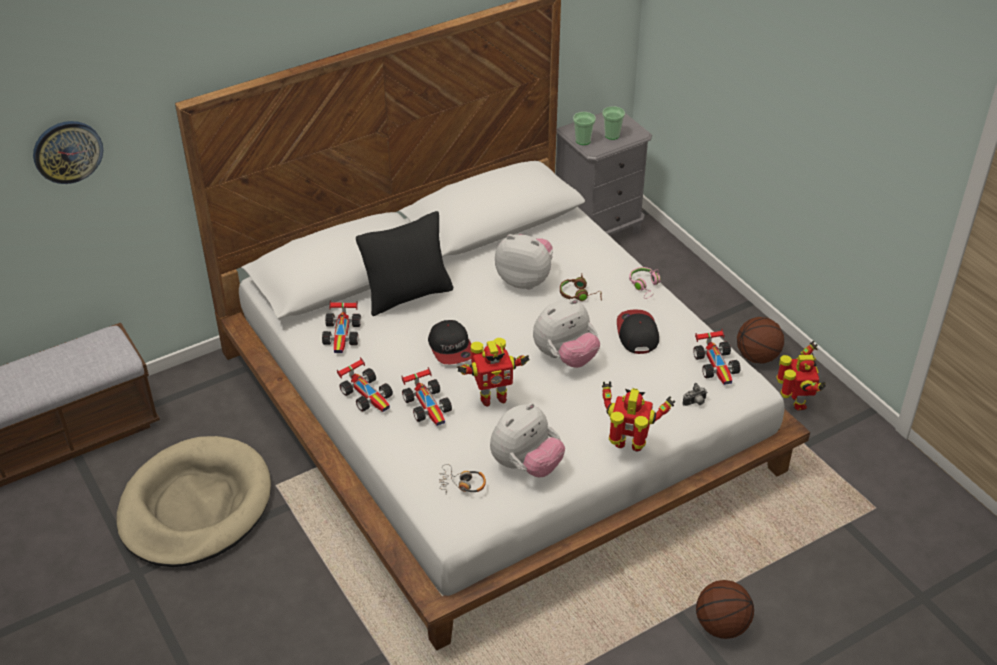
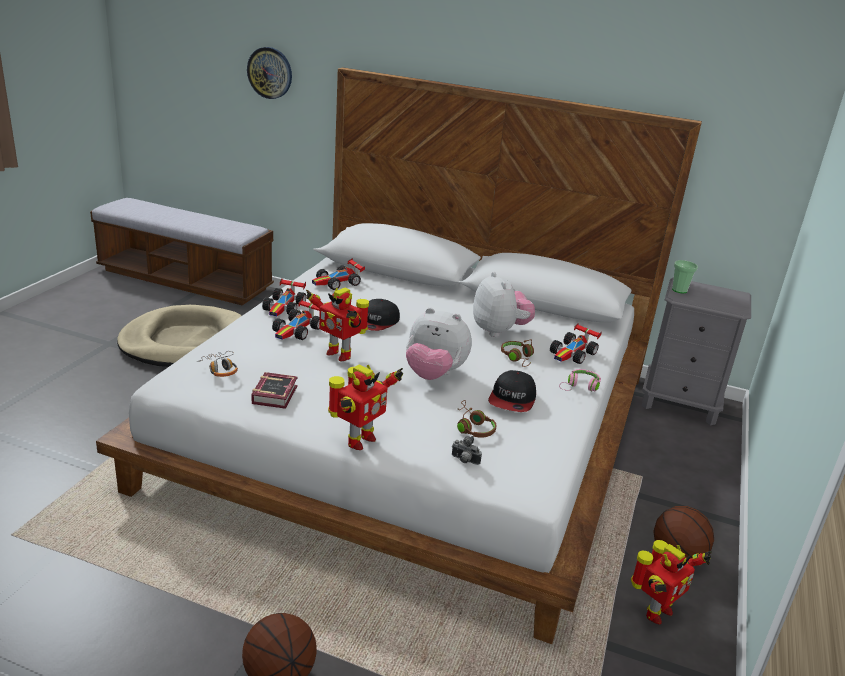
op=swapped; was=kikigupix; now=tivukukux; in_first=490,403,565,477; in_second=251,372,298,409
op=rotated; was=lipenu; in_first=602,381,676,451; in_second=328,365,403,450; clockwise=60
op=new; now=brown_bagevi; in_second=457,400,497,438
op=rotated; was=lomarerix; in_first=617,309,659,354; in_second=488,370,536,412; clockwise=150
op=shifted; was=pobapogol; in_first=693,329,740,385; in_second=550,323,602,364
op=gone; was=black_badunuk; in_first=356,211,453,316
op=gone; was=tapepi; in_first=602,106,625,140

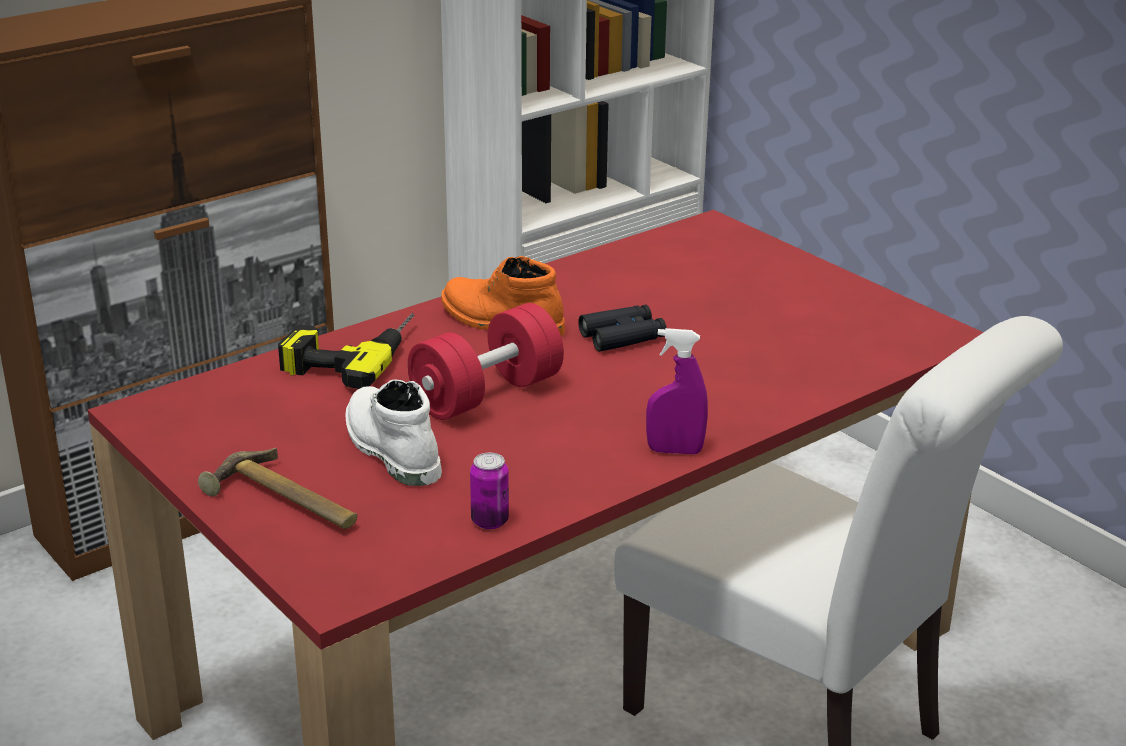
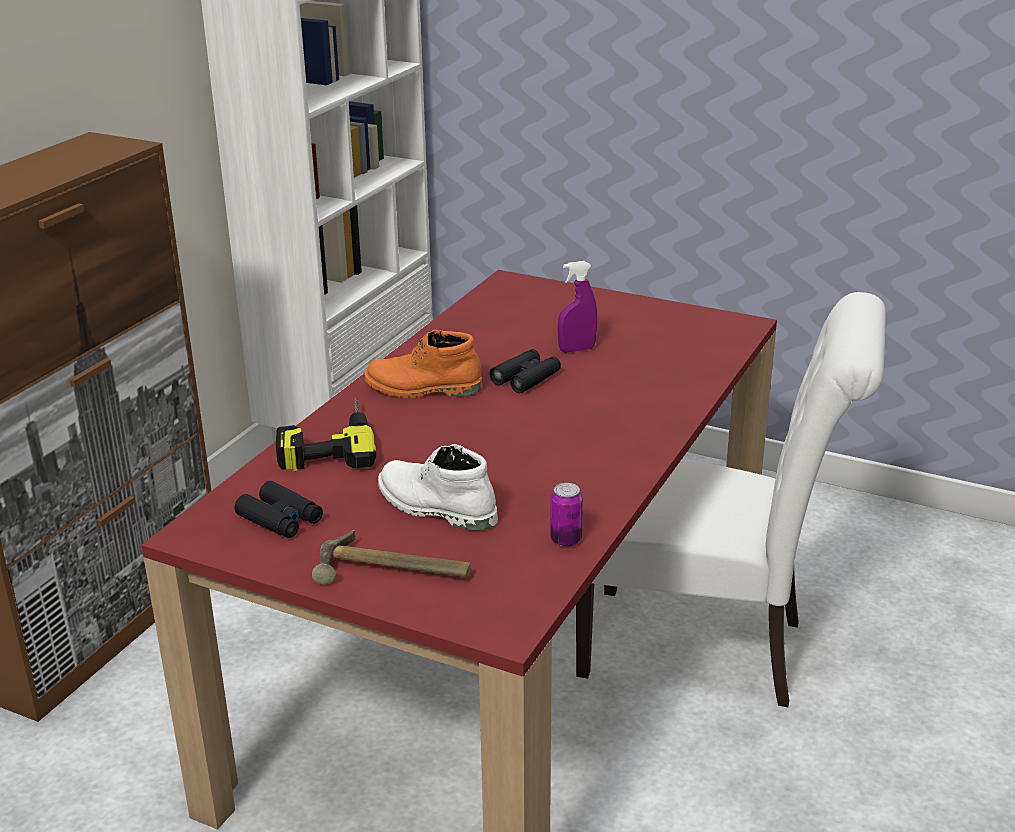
op=new; now=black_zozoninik; in_second=235,481,323,538
op=shifted; was=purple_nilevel; in_first=646,328,708,454; in_second=558,261,597,353
op=gone; was=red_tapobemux; in_first=407,303,564,420

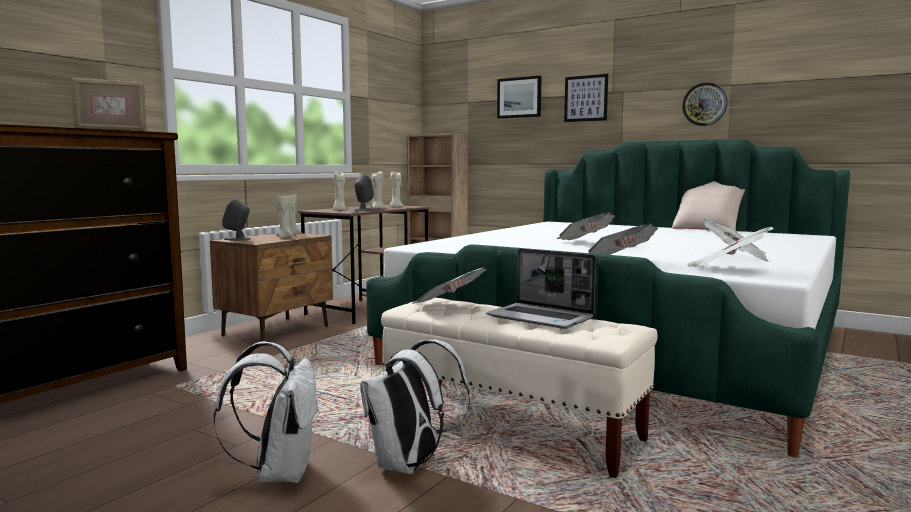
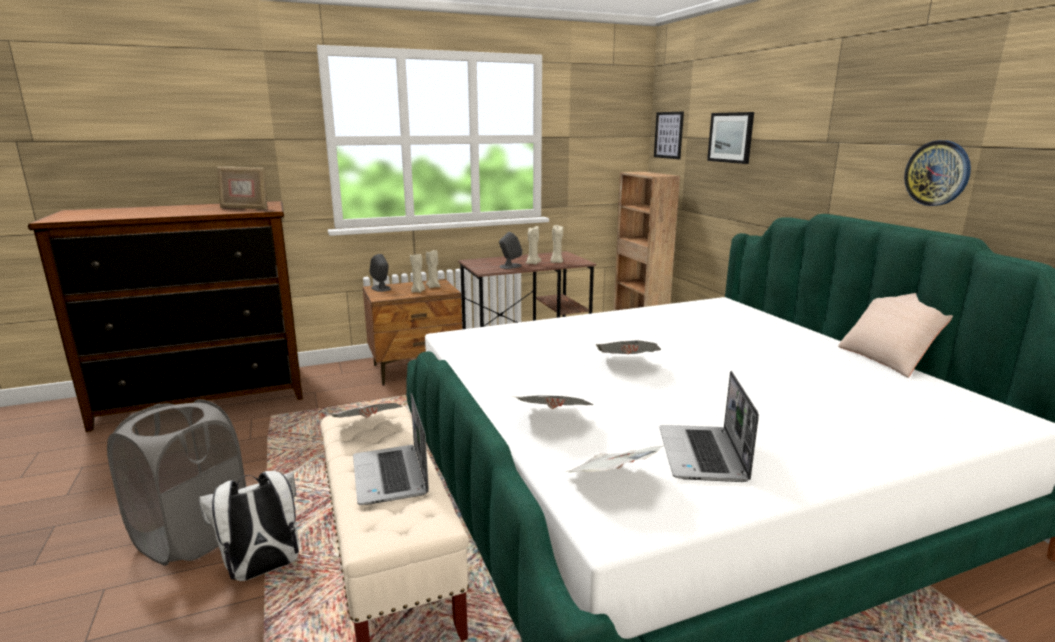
op=swapped; was=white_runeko; now=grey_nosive; in_first=213,341,320,483; in_second=107,399,246,566
op=shifted; was=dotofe; in_first=564,74,608,122; in_second=654,112,684,159
op=swapped; was=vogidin; now=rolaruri; in_first=701,218,769,262; in_second=659,371,759,482
op=gone; was=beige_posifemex; in_first=333,172,347,211

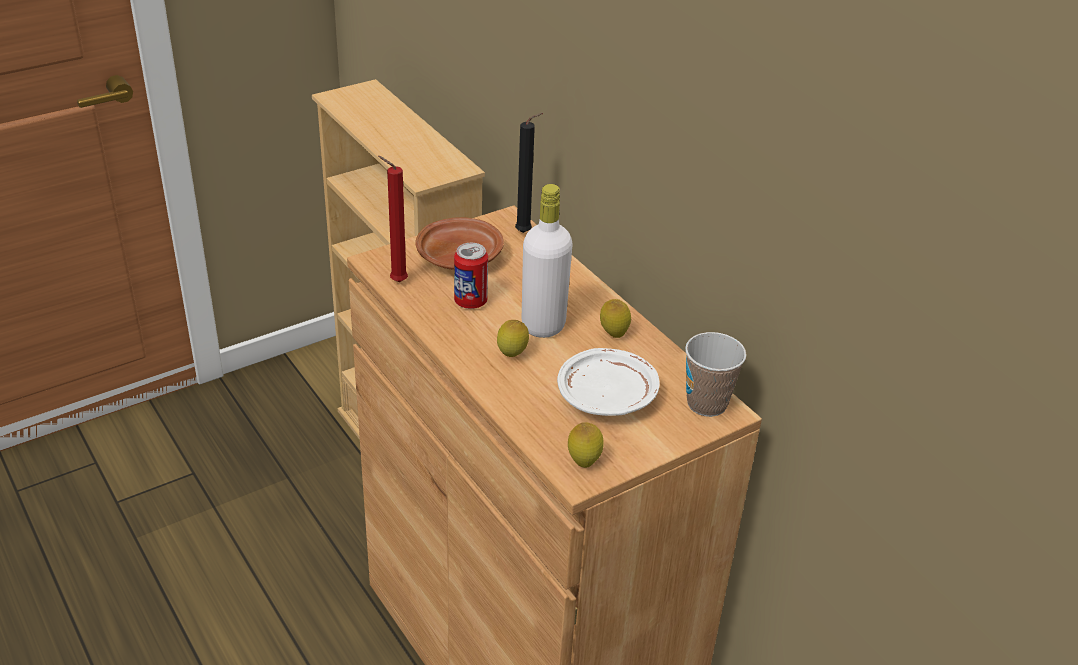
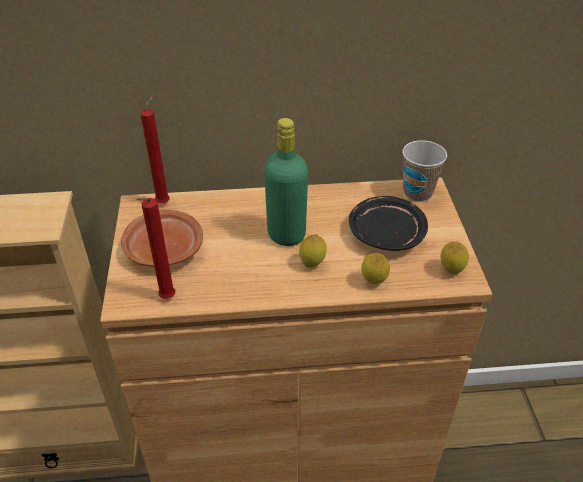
op=repainted; was=black_posifemex; now=red_posifemex; in_first=515,113,543,233; in_second=140,95,170,204
op=repainted; was=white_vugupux; now=green_vugupux; in_first=522,184,573,338; in_second=264,118,308,246
op=repainted; was=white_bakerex; now=black_bakerex; in_first=557,348,660,416; in_second=349,196,428,251
op=shifted; was=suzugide; in_first=600,299,631,338; in_second=361,253,390,284
op=gone; was=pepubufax; in_first=454,243,488,309

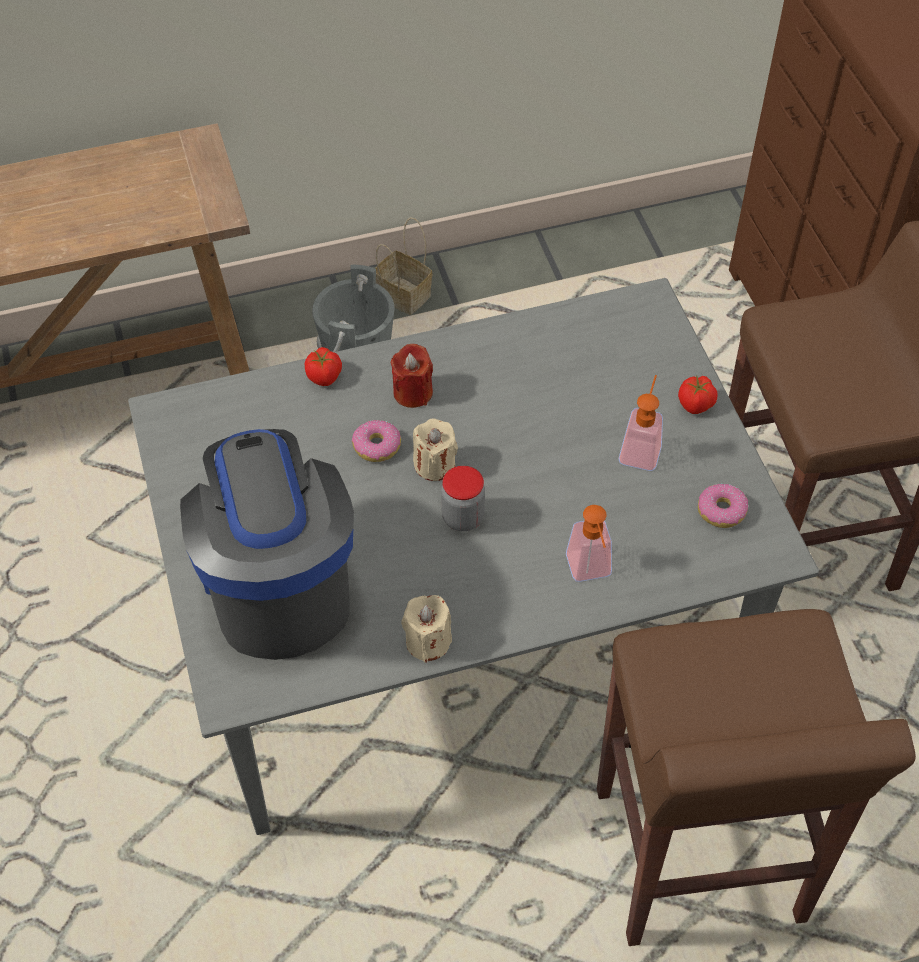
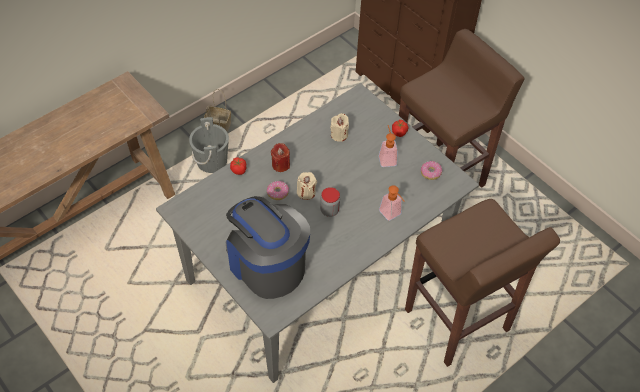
op=shifted; was=beige_posifemex; in_first=401,595,452,663; in_second=330,113,349,142

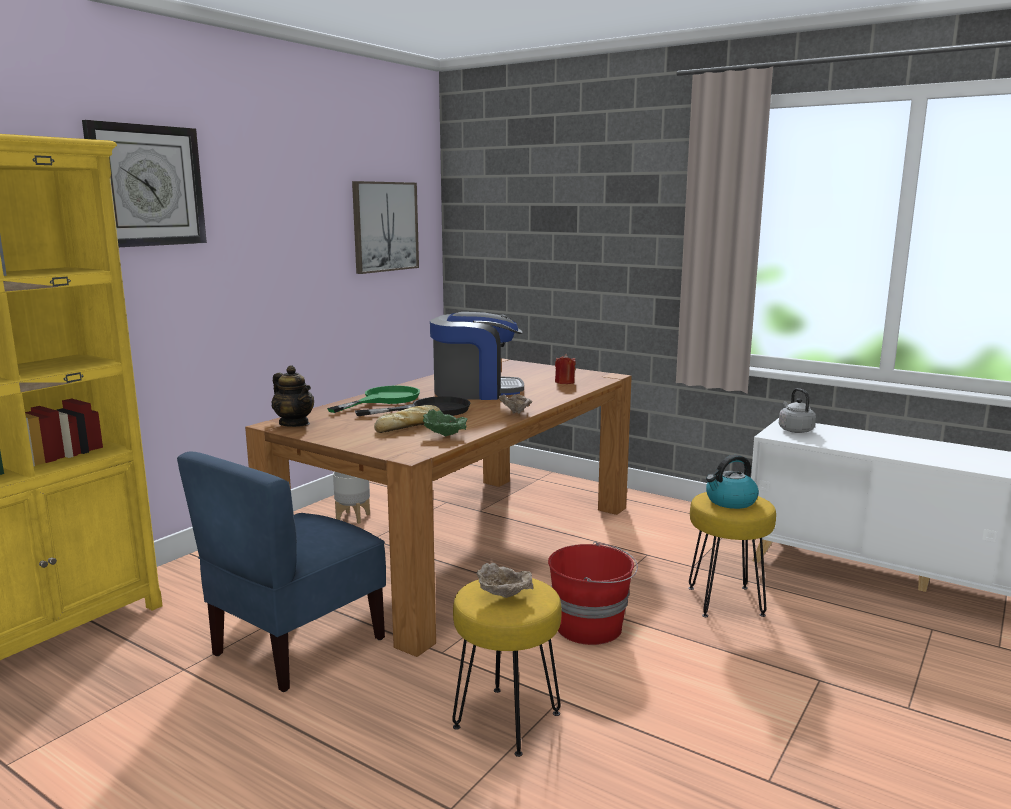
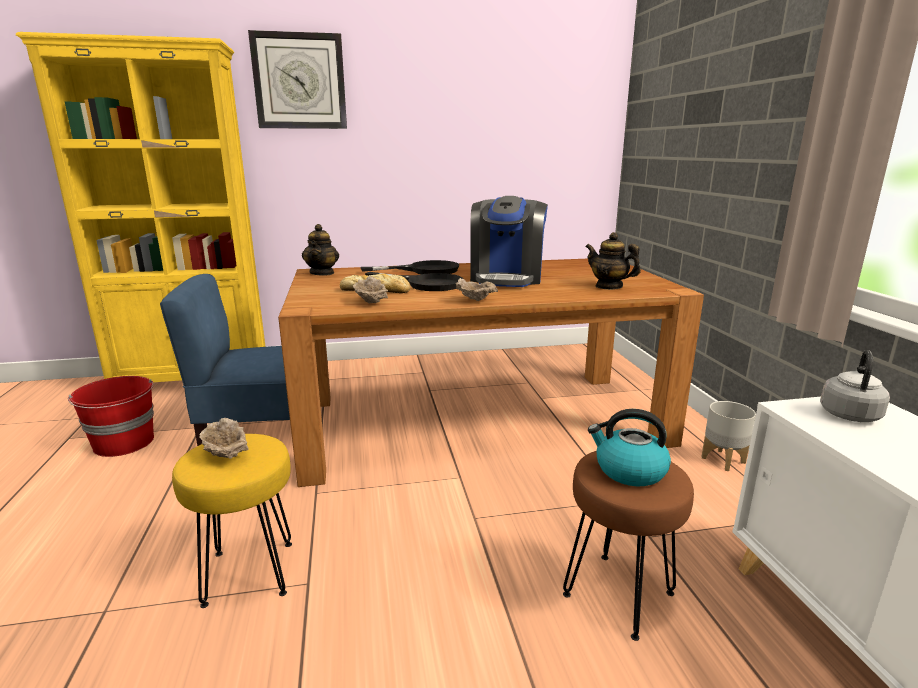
op=shifted; was=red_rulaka; in_first=548,542,638,645; in_second=68,376,154,457
op=repainted; was=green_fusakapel; now=beige_fusakapel; in_first=423,409,468,436; in_second=353,276,388,304
op=repainted; was=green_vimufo; now=black_vimufo; in_first=327,385,420,413; in_second=361,260,459,274
op=rotated; was=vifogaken; in_first=430,312,524,400; in_second=470,196,548,287; clockwise=60
op=repainted; was=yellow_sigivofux; now=brown_sigivofux; in_first=688,492,776,617; in_second=563,451,694,641
op=swapped; was=red_posifemex; now=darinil; in_first=555,354,576,384; in_second=586,232,641,290
op=shifted; was=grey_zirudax; in_first=333,471,370,524; in_second=701,401,756,471
op=gone; was=dotofe; in_first=352,181,419,274

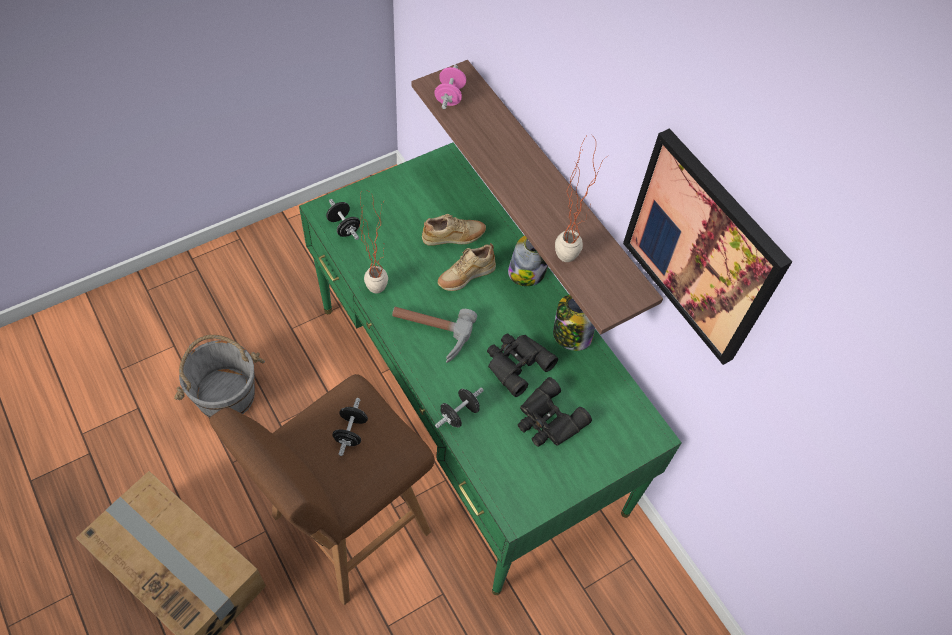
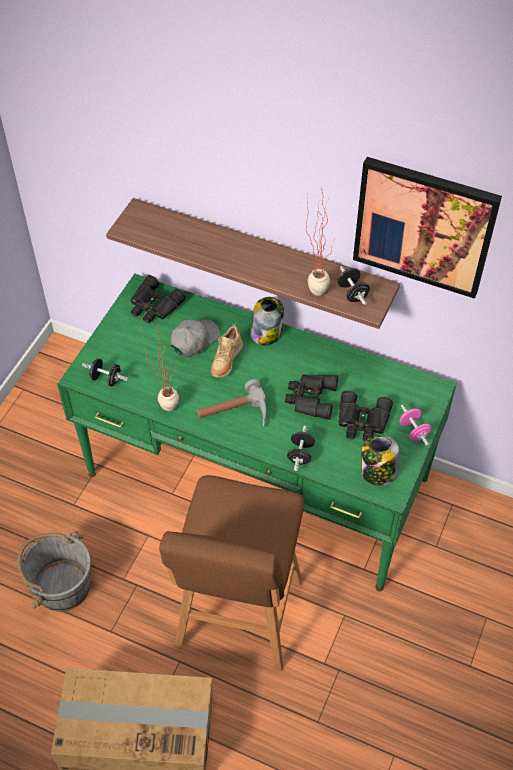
op=new; now=black_zozoninik; in_second=130,275,186,323
op=swapped; was=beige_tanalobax; now=grey_lomarerix; in_first=422,214,486,246; in_second=170,319,220,357
op=shifted; was=black_tapobemux; in_first=332,398,368,456; in_second=337,266,370,305
op=shifted; was=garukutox; in_first=553,295,595,351; in_second=361,435,399,486
op=shifted; was=pink_tapobemux; in_first=435,65,466,109; in_second=399,405,431,446

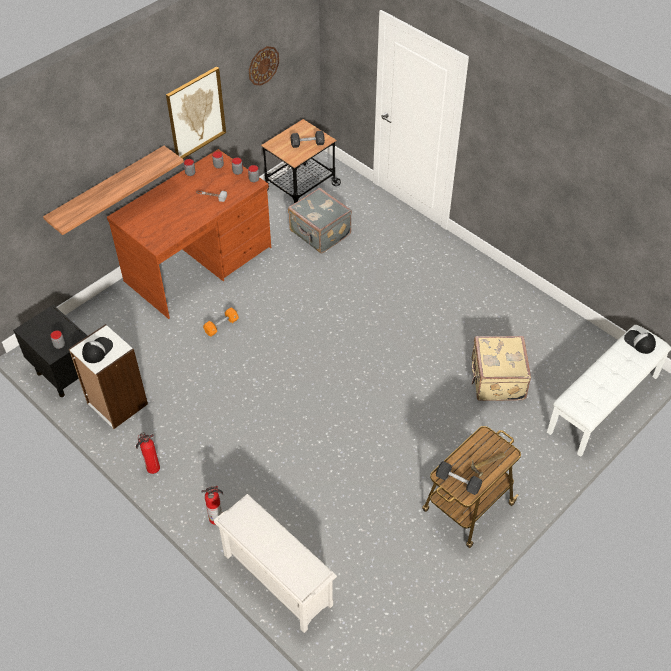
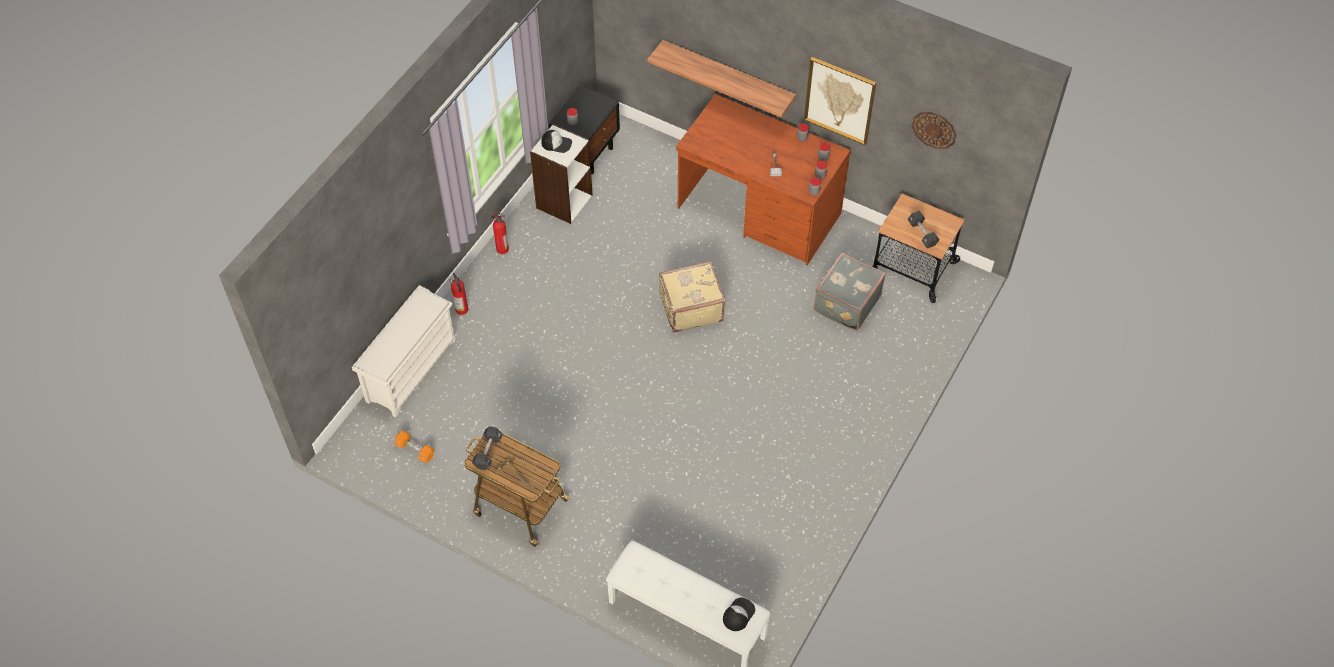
op=shifted; was=orange_tapobemux; in_first=203,308,239,337; in_second=394,431,434,463
op=shifted; was=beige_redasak; in_first=472,336,531,401; in_second=659,261,725,333

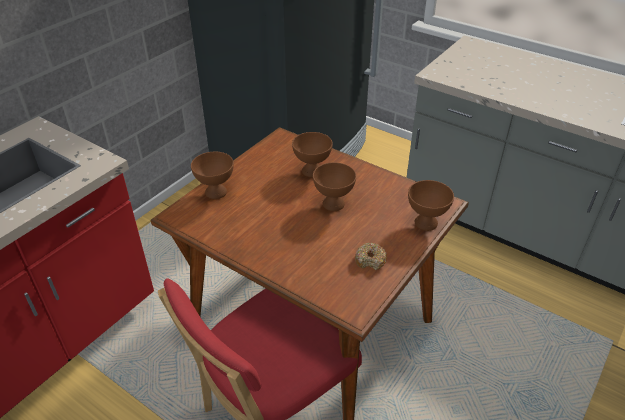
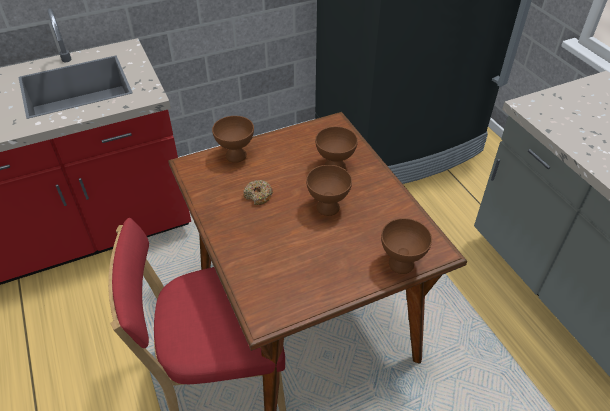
op=shifted; was=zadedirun; in_first=355,243,387,270; in_second=244,180,273,205

